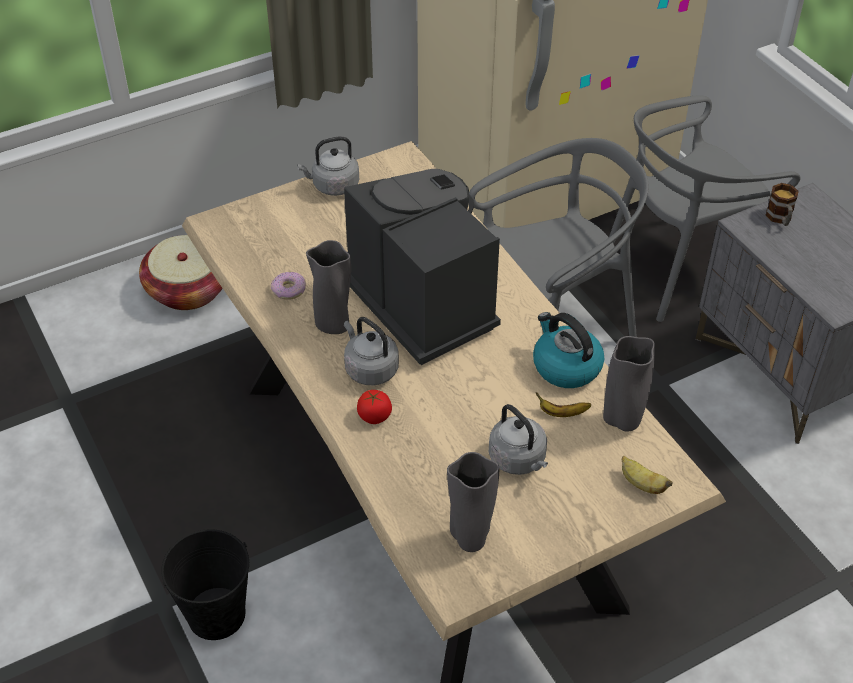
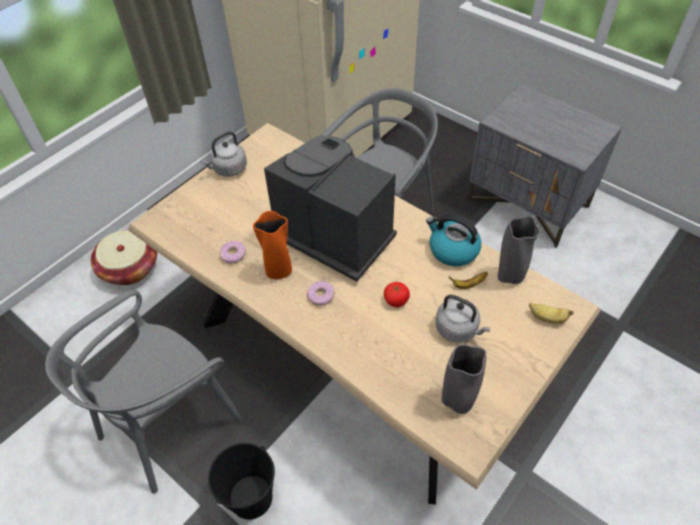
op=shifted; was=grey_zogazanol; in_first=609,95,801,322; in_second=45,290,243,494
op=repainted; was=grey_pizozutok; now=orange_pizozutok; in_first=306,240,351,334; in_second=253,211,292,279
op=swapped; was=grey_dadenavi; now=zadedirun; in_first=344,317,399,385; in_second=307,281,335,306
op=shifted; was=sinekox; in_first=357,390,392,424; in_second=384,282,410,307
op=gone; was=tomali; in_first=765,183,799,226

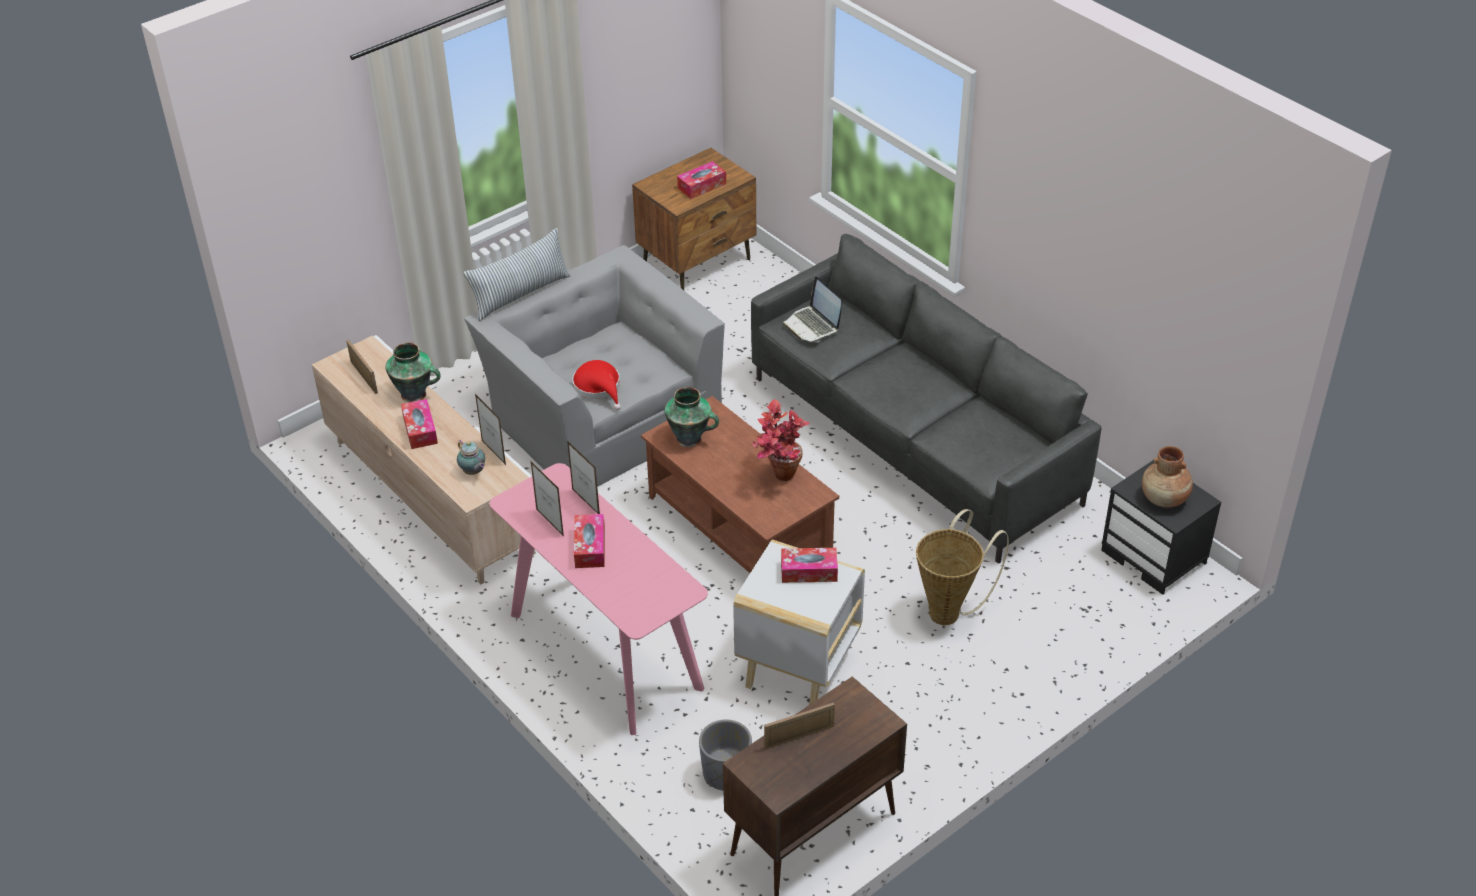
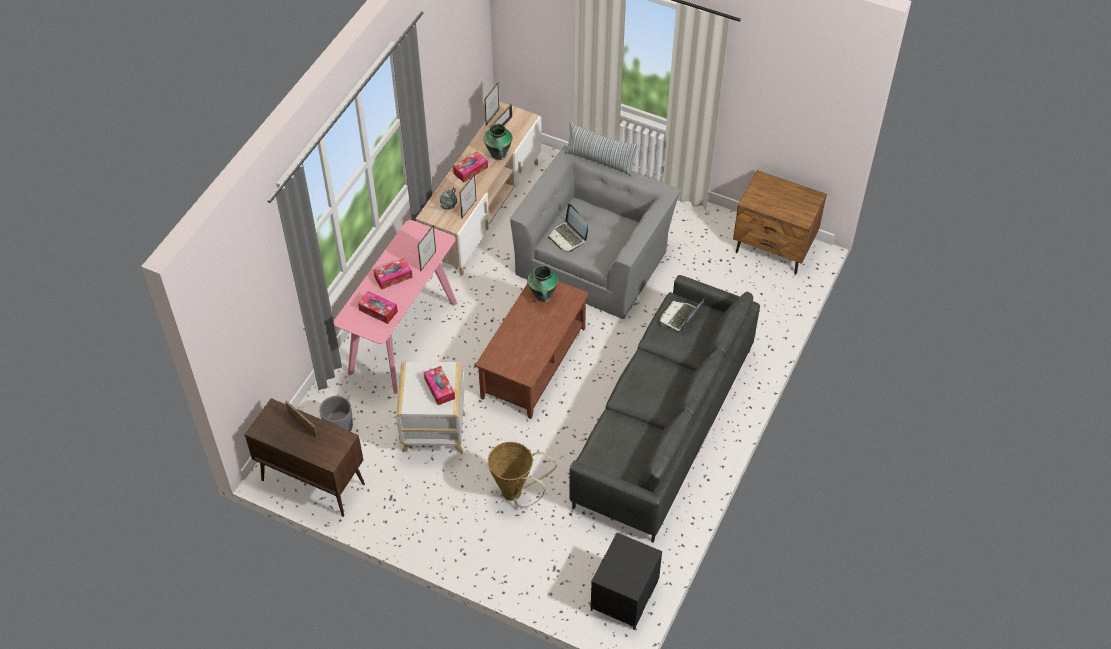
op=shifted; was=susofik; in_first=677,161,726,199; in_second=358,291,398,324
op=shifted; was=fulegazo; in_first=531,462,564,536; in_second=484,83,499,126
op=swapped; was=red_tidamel; now=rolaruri; in_first=573,360,621,410; in_second=548,204,588,252
op=gone; was=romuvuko; in_first=752,399,810,481
op=gone; was=brown_pizozutok; in_first=1142,446,1193,507

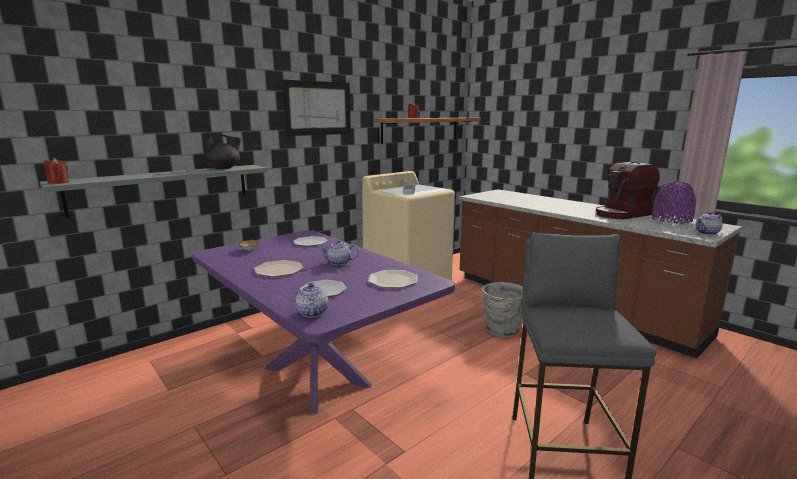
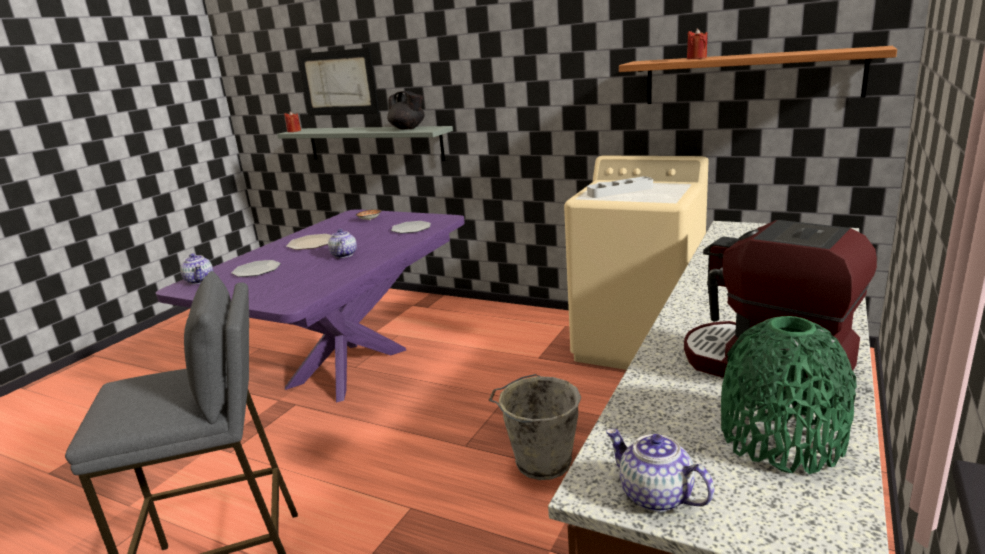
op=rotated; was=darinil; in_first=295,282,328,318; in_second=180,253,213,284; clockwise=90
op=shifted; was=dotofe; in_first=282,80,351,136; in_second=297,48,379,116
op=repainted; was=purple_pizozutok; now=green_pizozutok; in_first=652,181,696,224; in_second=721,316,857,474
op=gone; was=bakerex; in_first=368,270,418,288

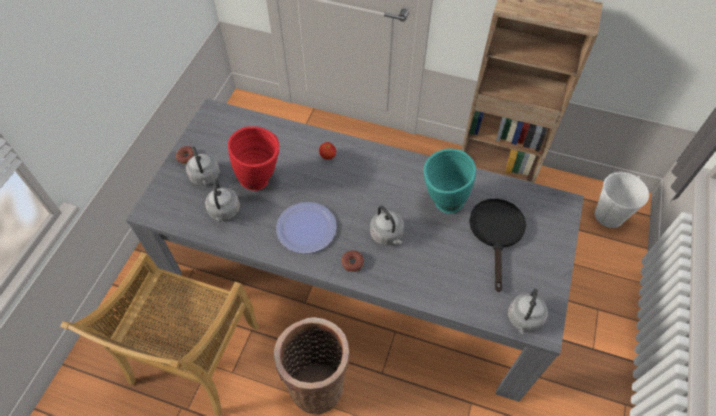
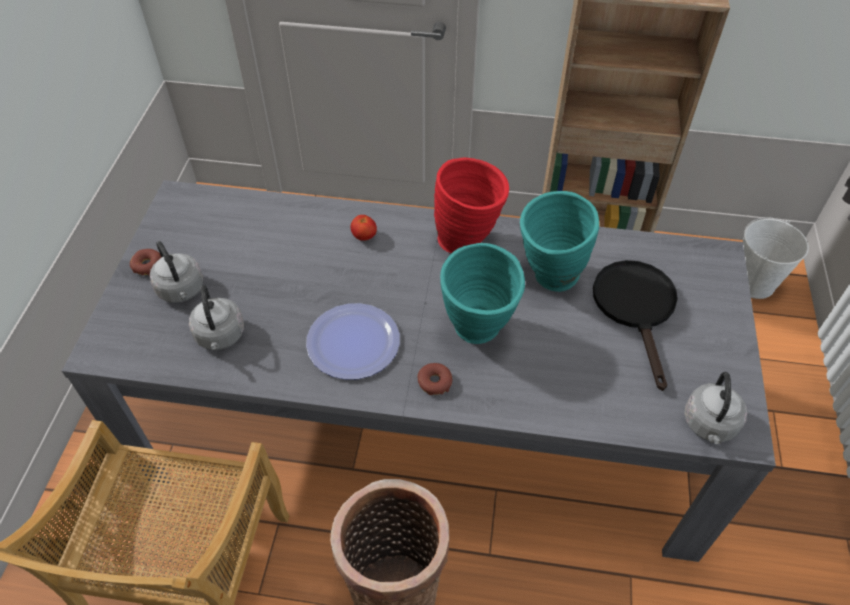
op=shifted; was=red_pizozutok; in_first=228,126,279,191; in_second=434,158,509,253
op=swapped; was=grey_dadenavi; now=turquoise_pizozutok; in_first=370,206,404,246; in_second=440,243,525,344

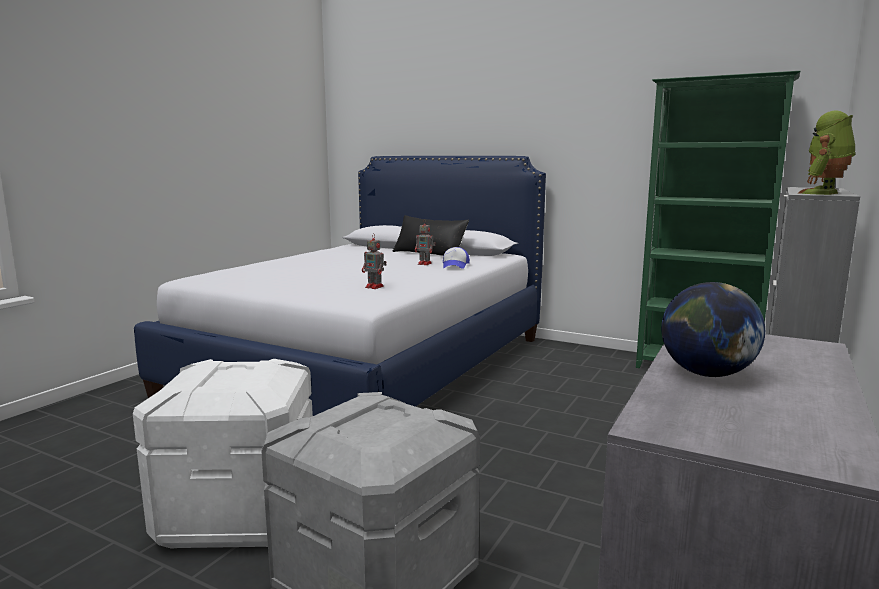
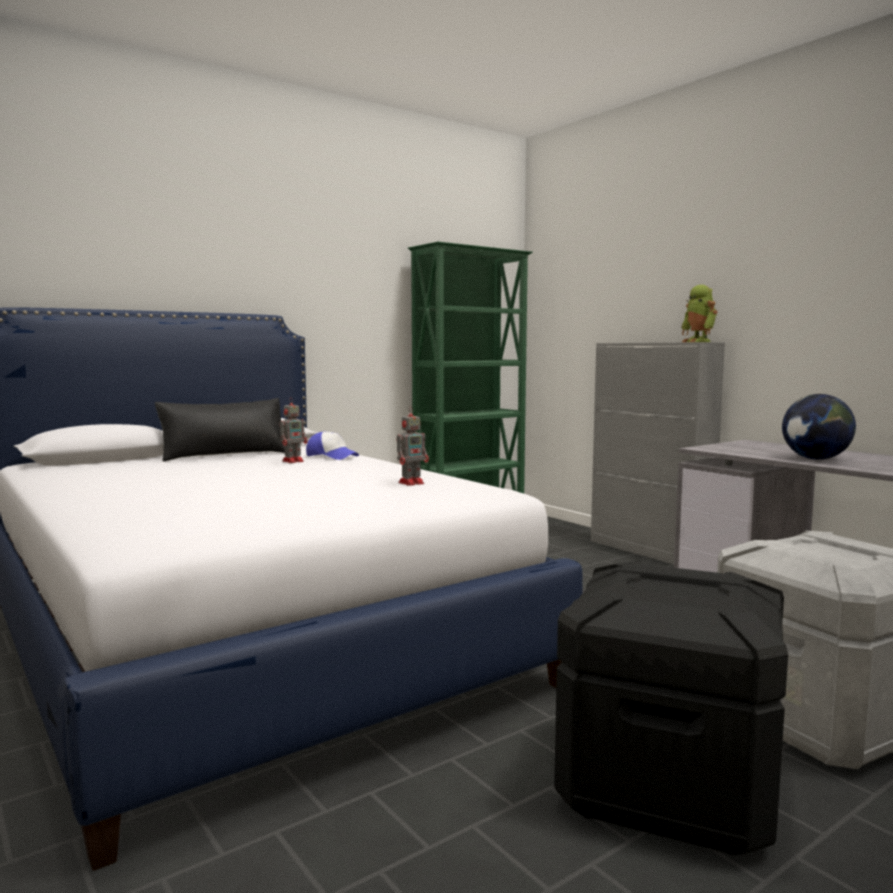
op=repainted; was=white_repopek; now=black_repopek; in_first=133,359,313,549; in_second=554,561,788,856

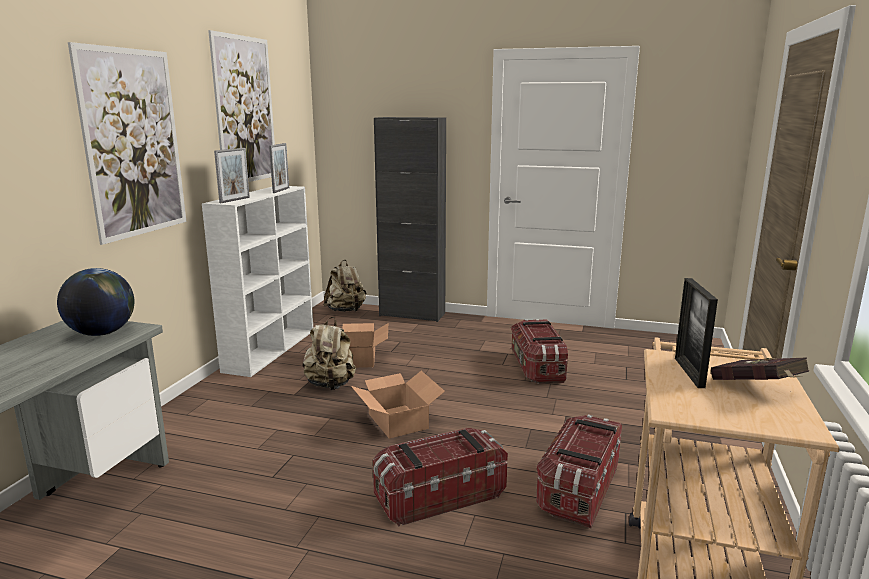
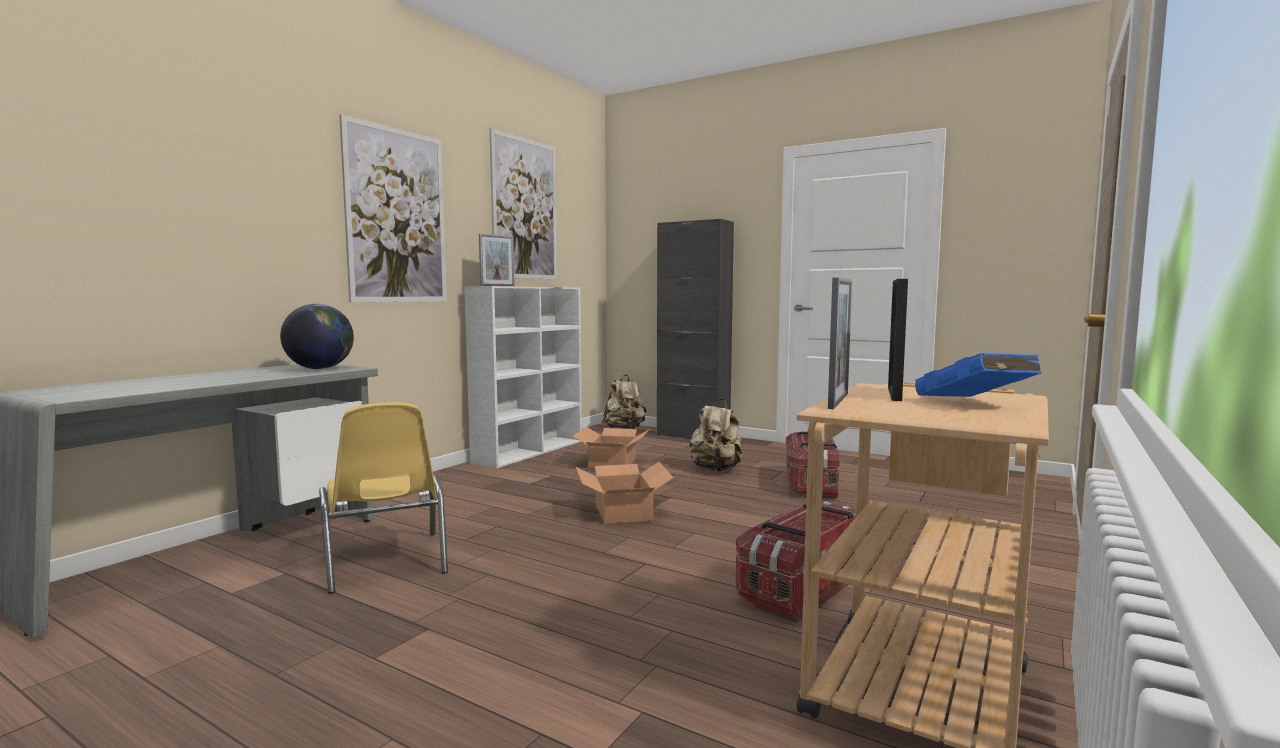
op=new; now=yellow_zogazanol; in_second=319,402,448,594
op=shifted; was=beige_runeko; in_first=302,317,356,390; in_second=690,399,743,472
op=shifted; was=fulegazo; in_first=269,143,289,193; in_second=828,278,852,409
op=repainted; was=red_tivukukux; now=blue_tivukukux; in_first=711,357,809,380; in_second=915,353,1042,397
op=gone; was=repopek; in_first=373,428,508,527

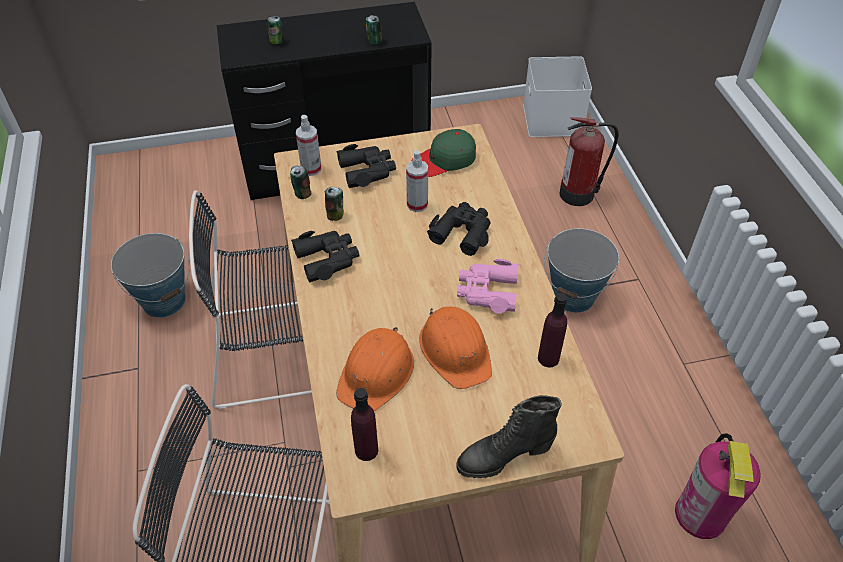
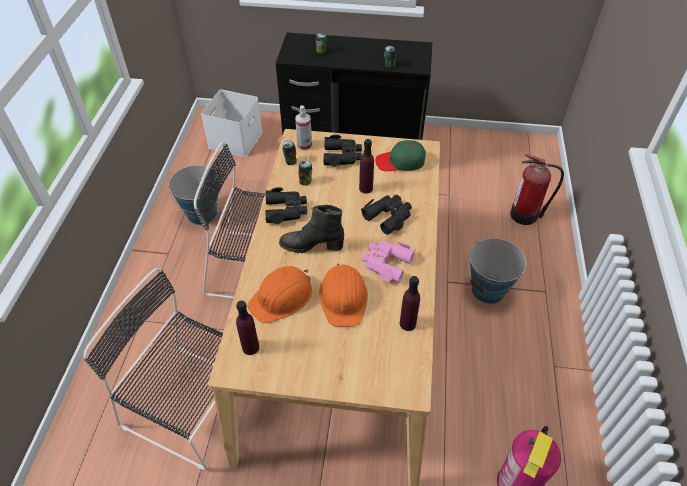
op=shifted; was=white_repopek; in_first=523,56,592,137; in_second=201,90,263,157
op=shifted; was=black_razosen; in_first=456,395,562,478; in_second=279,205,344,253
op=swapped; was=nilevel; now=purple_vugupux; in_first=406,150,428,212; in_second=359,139,374,194

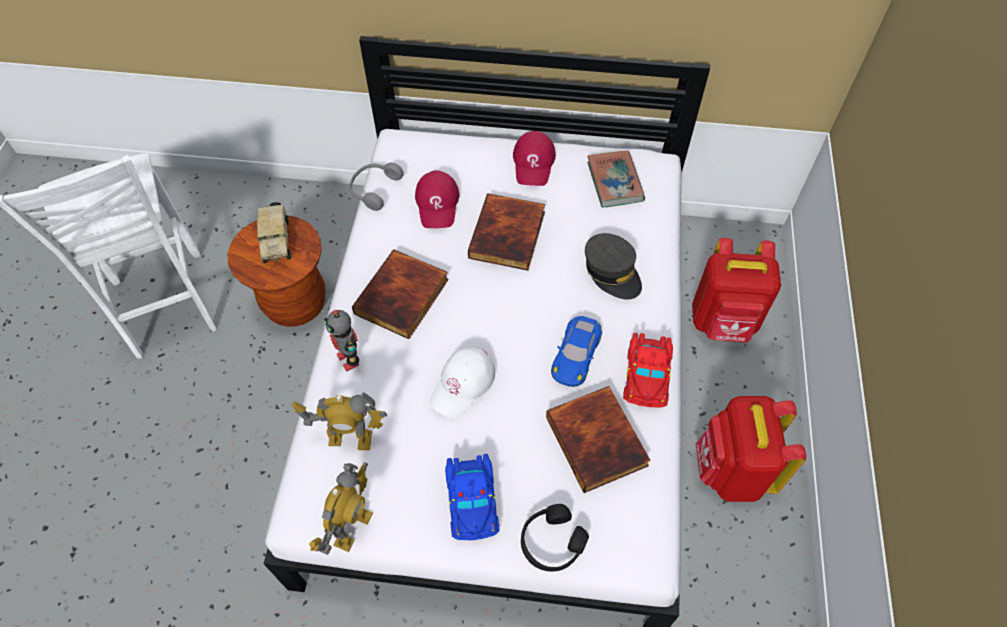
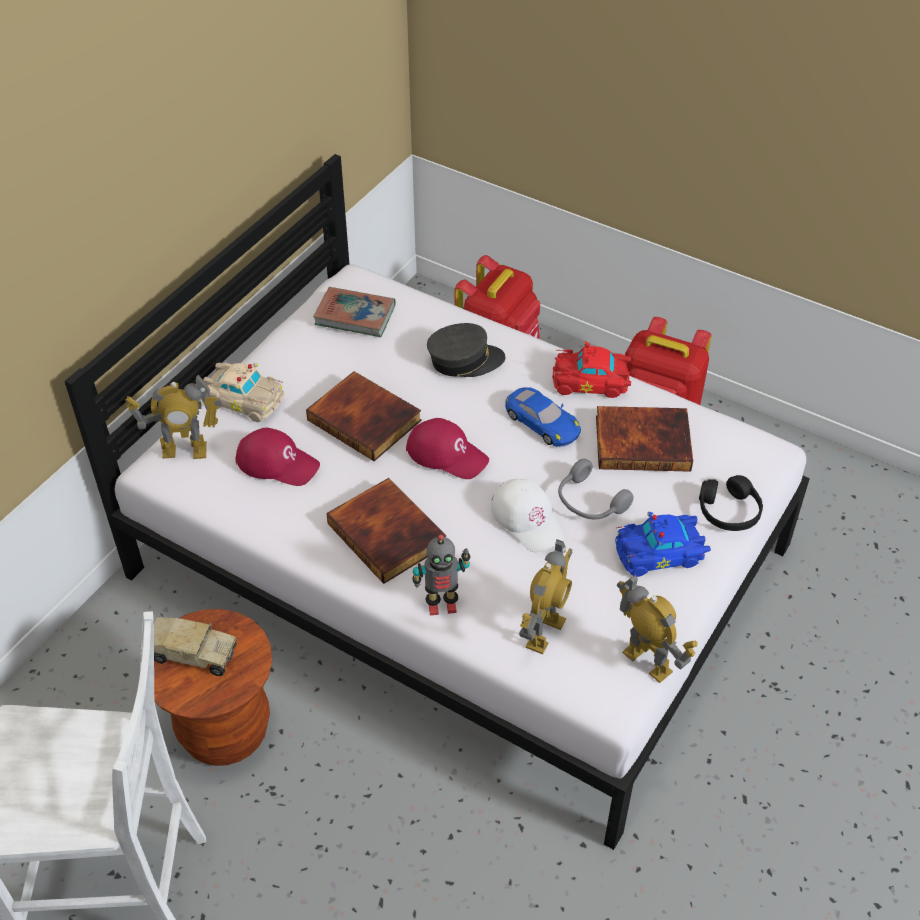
op=new; now=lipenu; in_second=125,375,222,459
op=new; now=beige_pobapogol; in_second=203,363,285,422
op=shifted; was=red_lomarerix; in_first=513,131,556,186; in_second=406,418,489,479
op=rotated; was=red_pobapogol; in_first=623,333,673,407; in_second=552,341,631,398; clockwise=150
op=shifted; was=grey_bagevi; in_first=349,163,404,211; in_second=558,459,634,519
op=rotated; was=blue_pobapogol; in_first=445,454,500,540; in_second=615,512,711,577; clockwise=150

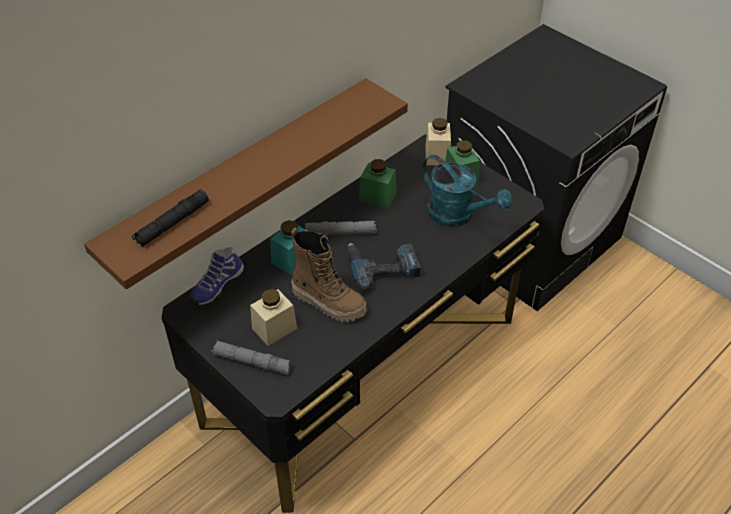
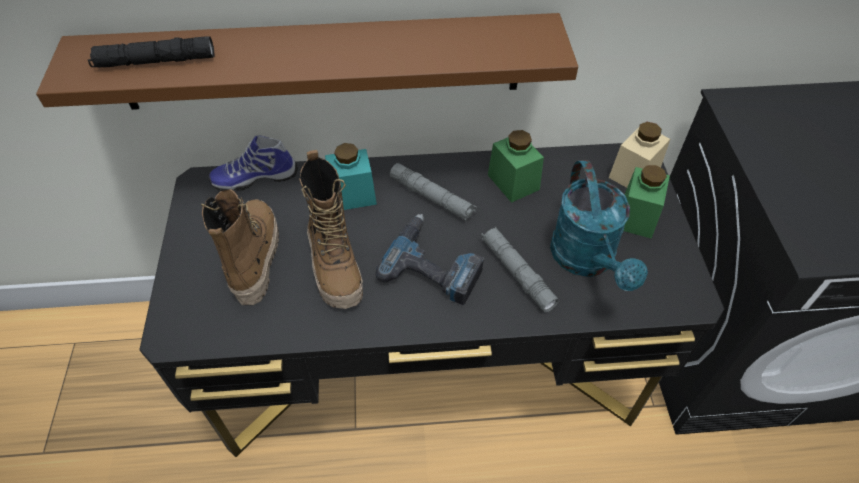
op=swapped; was=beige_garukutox; now=razosen; in_first=250,289,297,346; in_second=201,189,279,305
op=shifted; was=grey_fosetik; in_first=211,340,291,375; in_second=481,227,559,312

